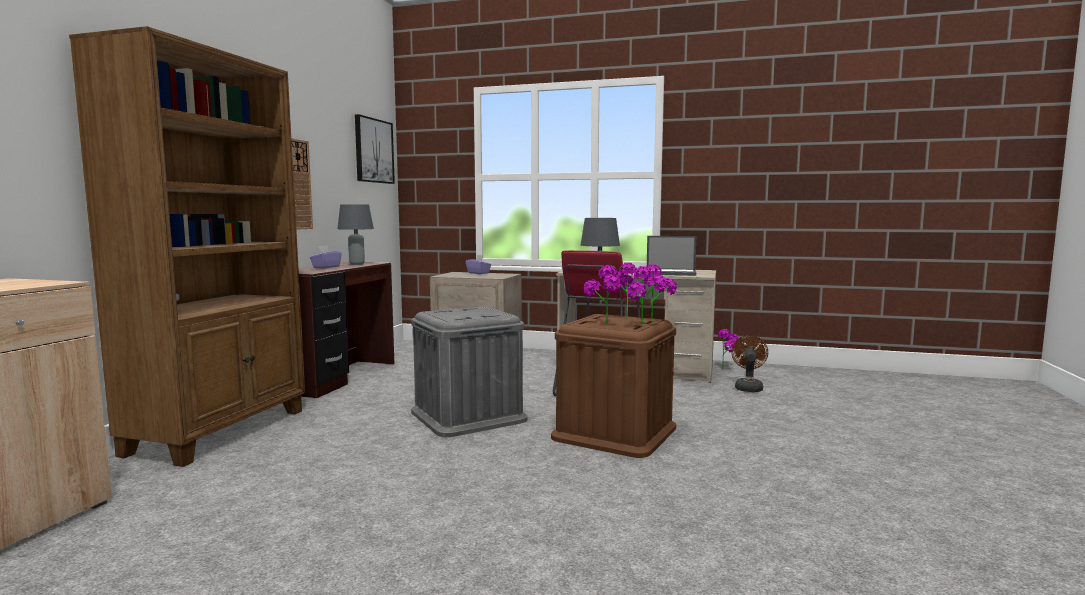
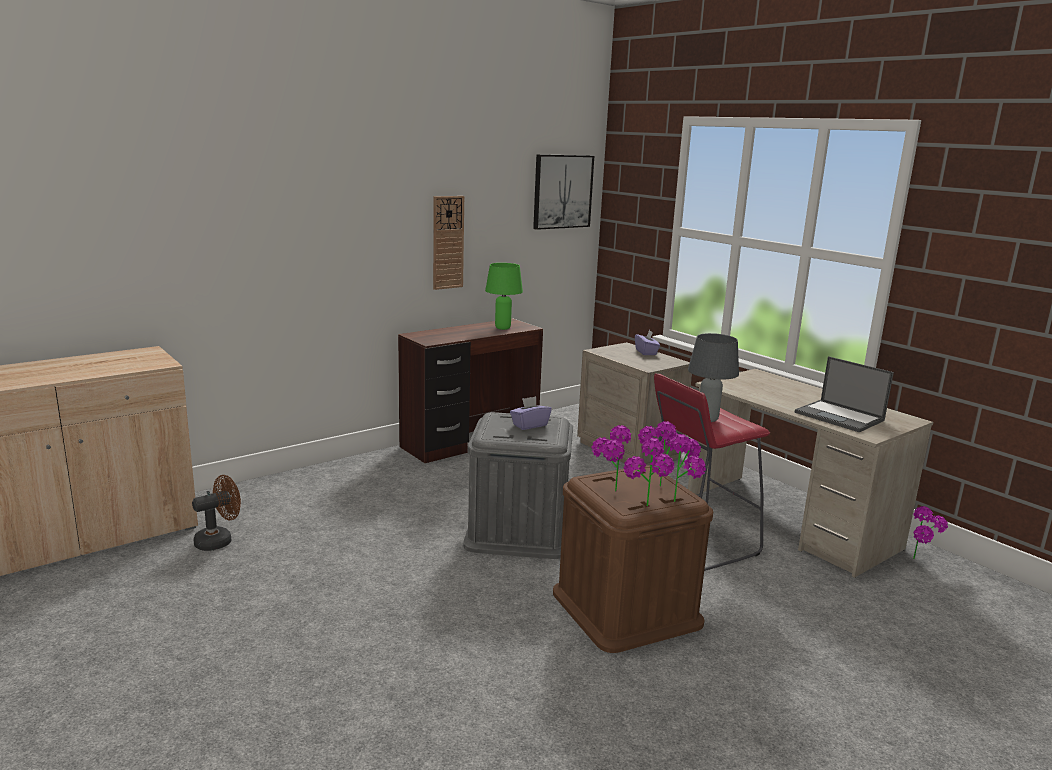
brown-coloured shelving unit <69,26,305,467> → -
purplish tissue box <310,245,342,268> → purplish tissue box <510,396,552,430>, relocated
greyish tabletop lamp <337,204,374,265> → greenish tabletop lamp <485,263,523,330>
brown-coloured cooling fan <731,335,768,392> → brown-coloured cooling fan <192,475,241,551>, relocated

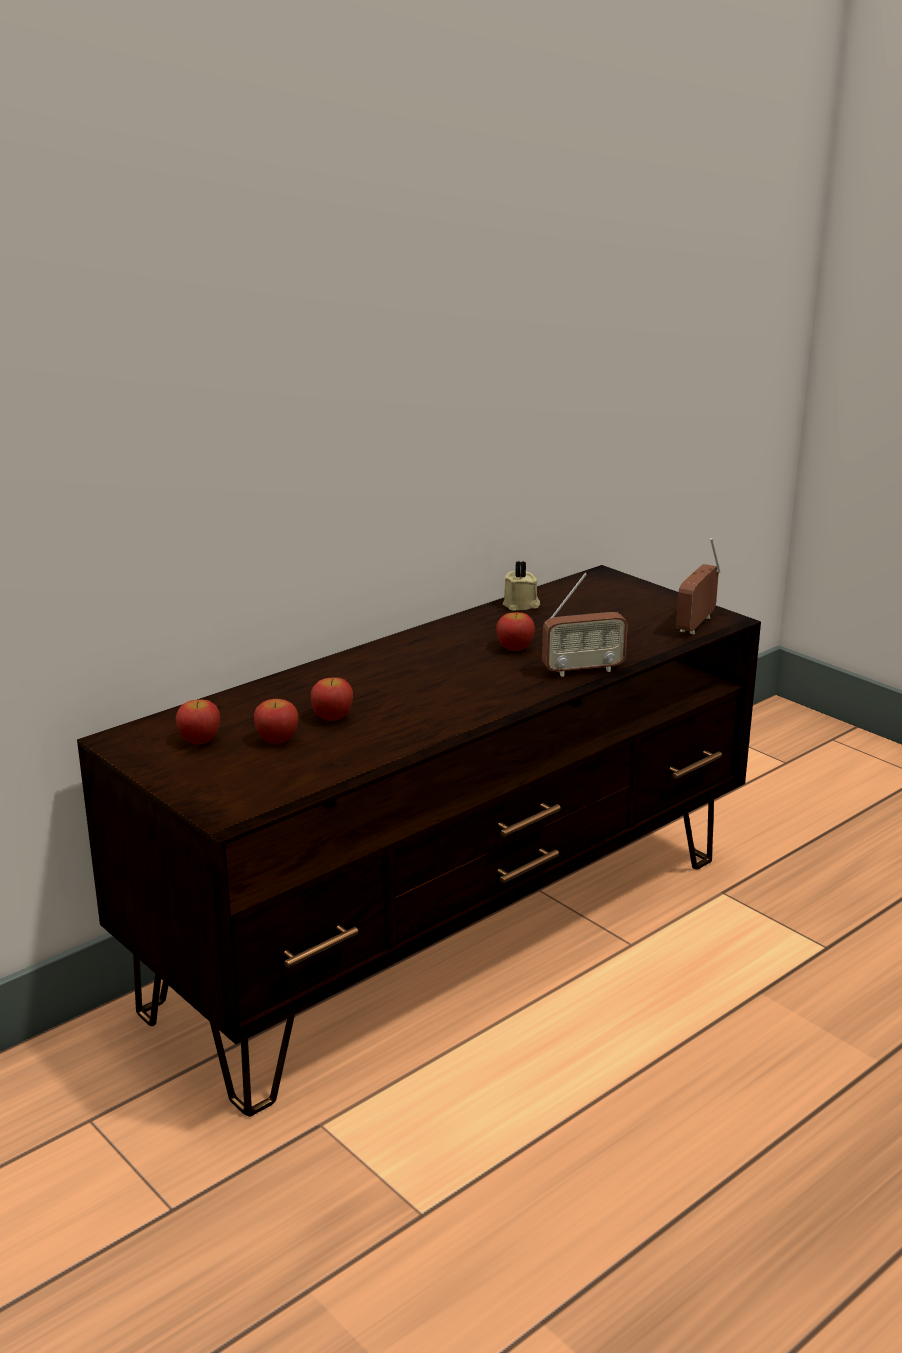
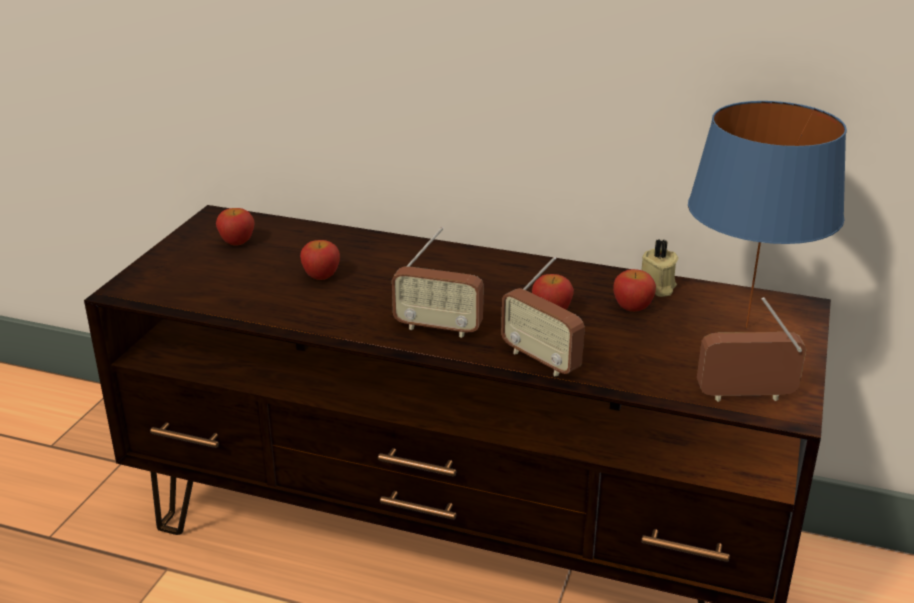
whole apple <254,699,298,744> → whole apple <613,269,656,312>, relocated
- → radio set <392,227,484,338>
- → blue tabletop lamp <688,101,847,328>

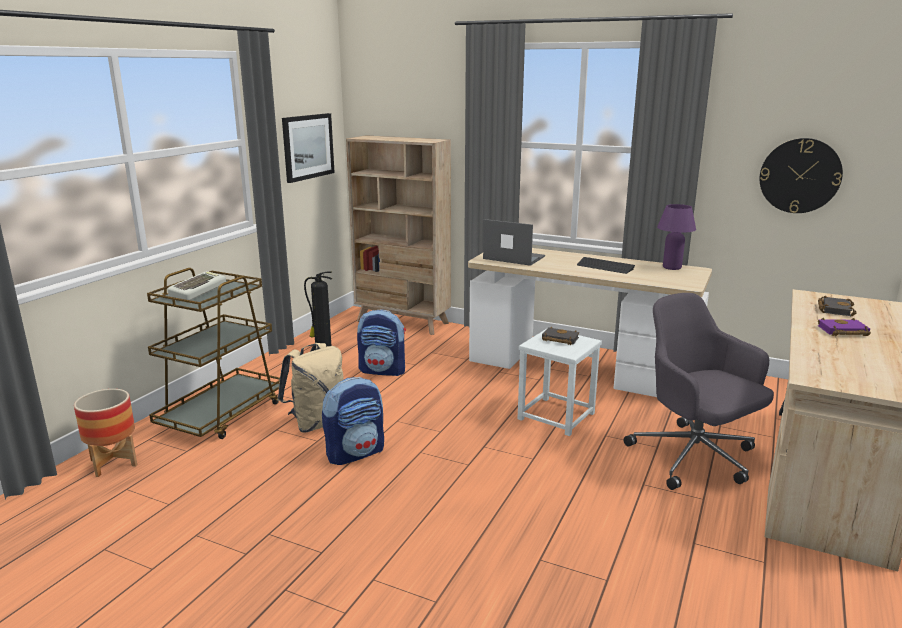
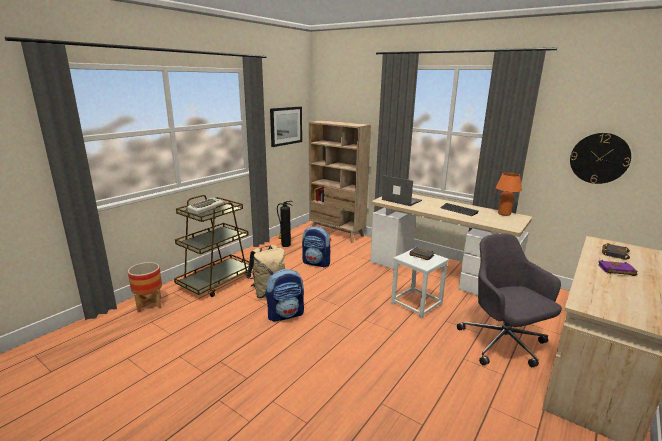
purplish tabletop lamp <657,204,696,270> → orange-coloured tabletop lamp <496,173,522,216>

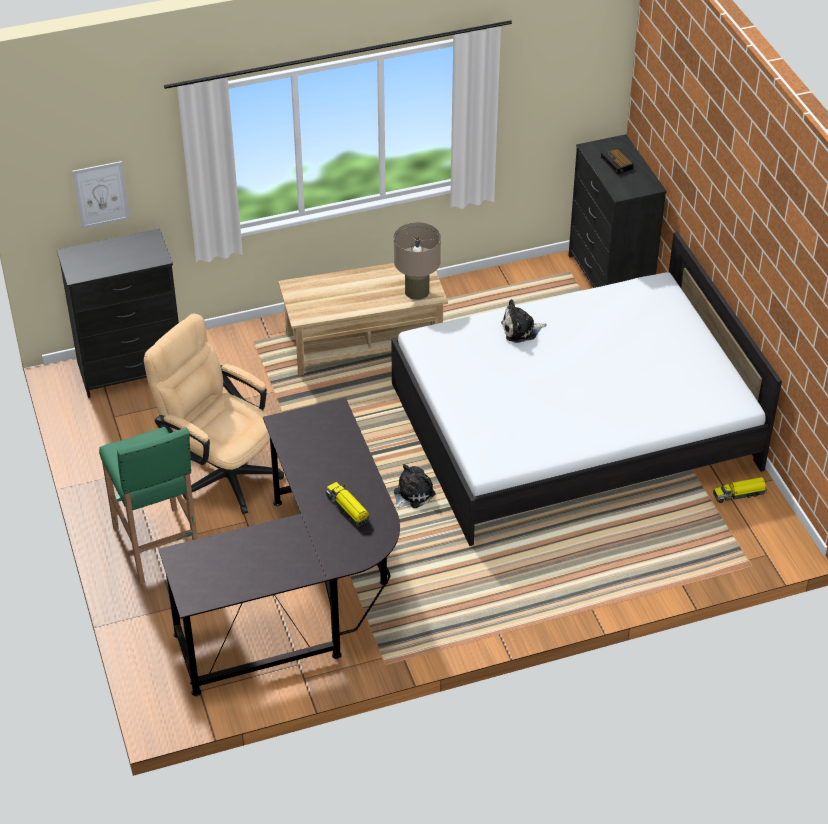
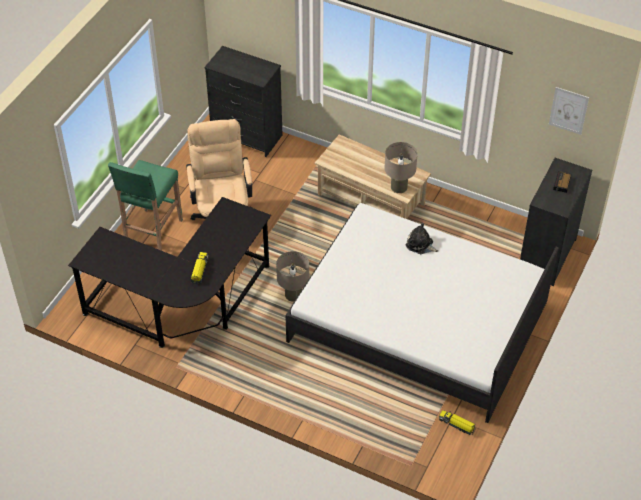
wall art <72,161,130,229> → wall art <549,87,589,135>, relocated
plush toy <394,464,436,510> → sand-coloured tabletop lamp <276,251,309,302>

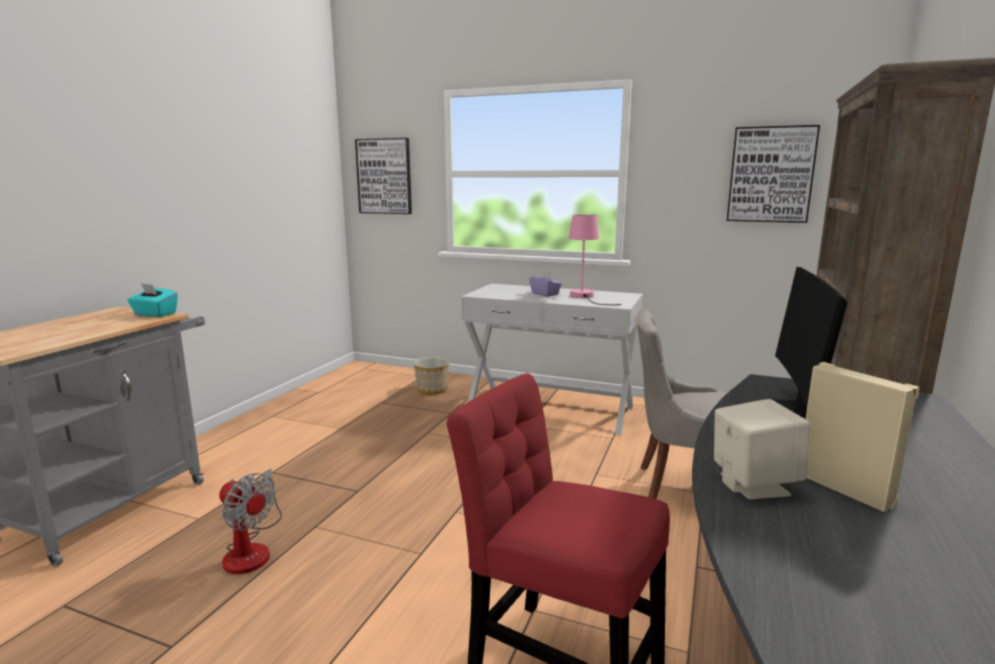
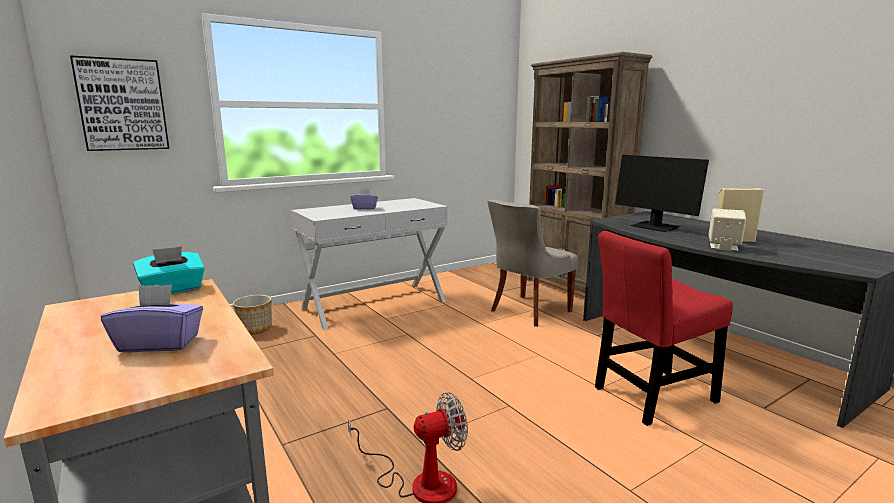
pinkish tabletop lamp <569,215,621,305> → -
wall art <727,125,820,223> → -
- → purplish tissue box <101,284,203,352>

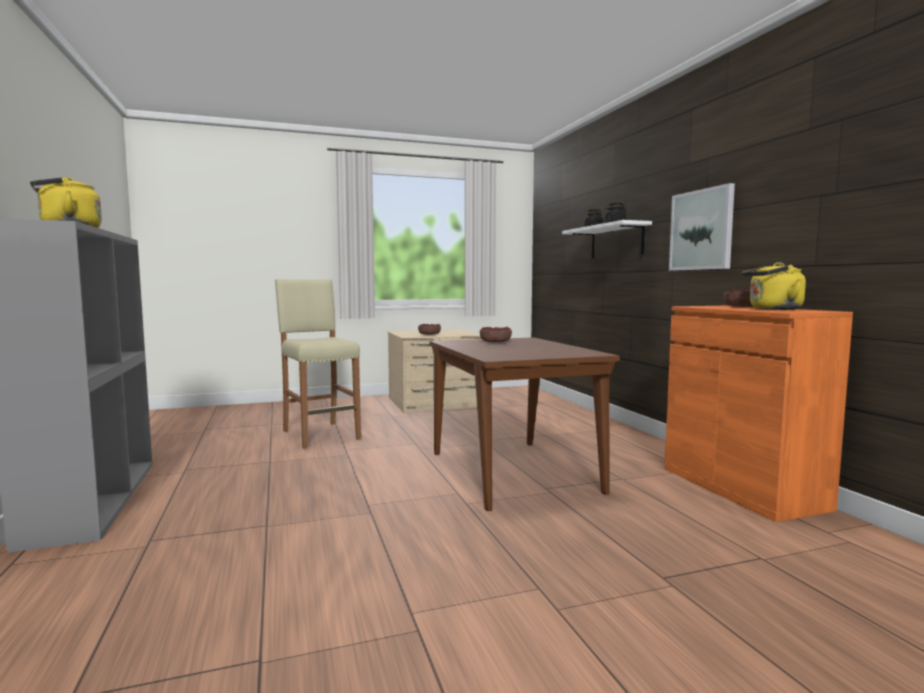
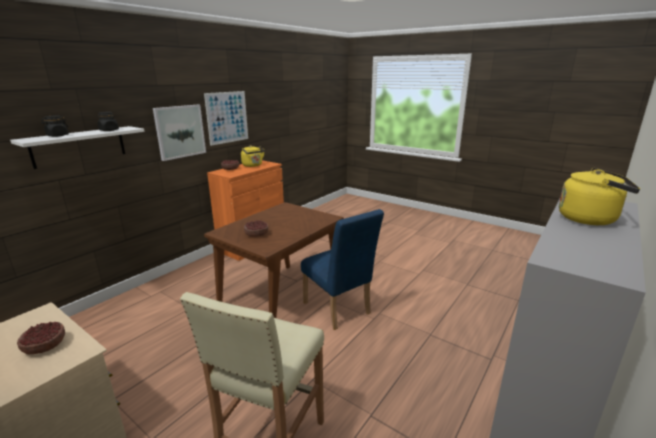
- → wall art <204,91,248,146>
- → blue upright chair <301,209,384,330>

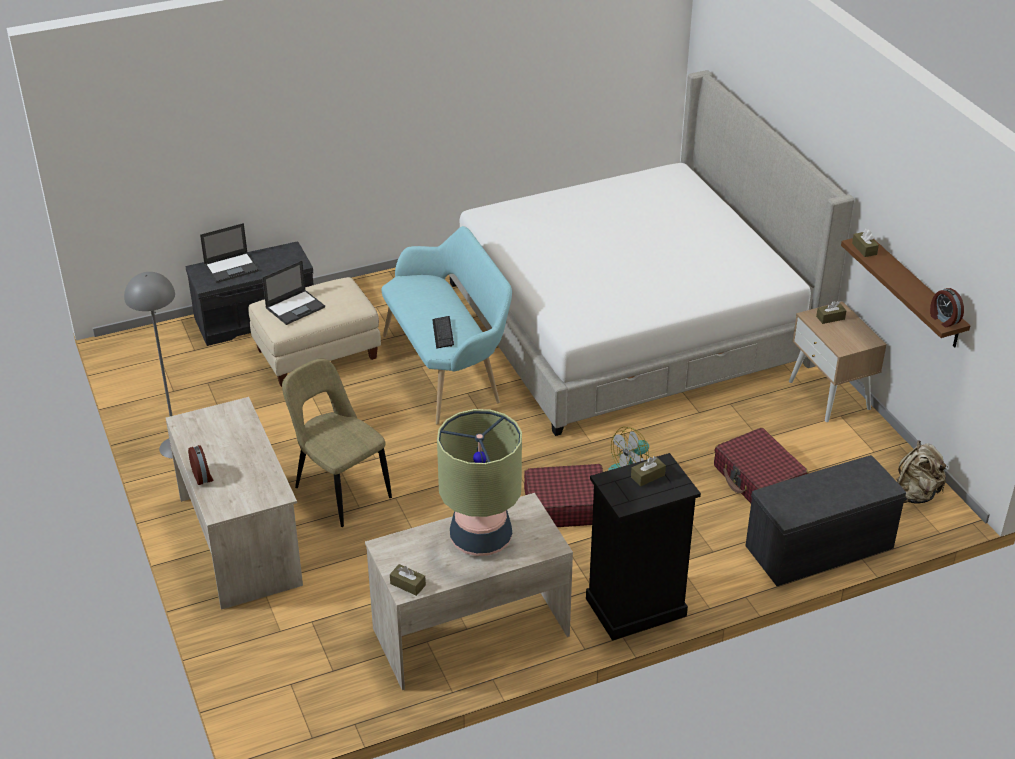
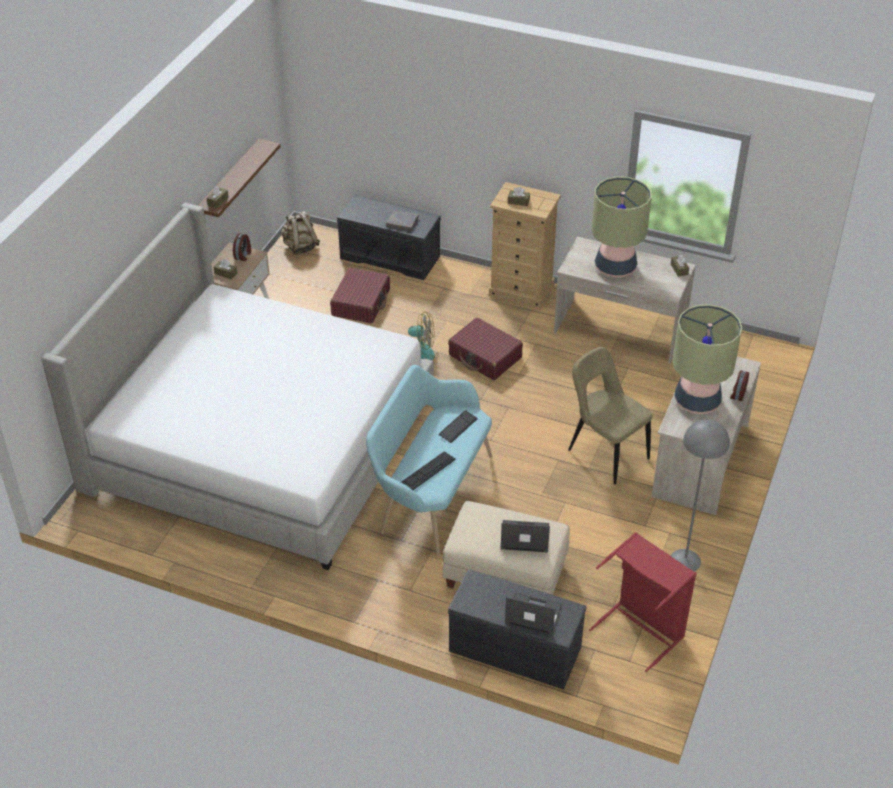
sand-coloured upright chair <282,358,392,527> → sand-coloured upright chair <568,347,652,484>, 135 degrees clockwise
black-coloured drawer chest <586,453,701,641> → sand-coloured drawer chest <489,182,561,309>
alarm clock <930,288,964,327> → alarm clock <233,234,251,261>, relocated
- → greyish book <386,210,419,231>
- → computer keyboard <401,451,456,490>
- → reddish laundry basket <589,532,697,672>
- → tabletop lamp <672,304,742,414>

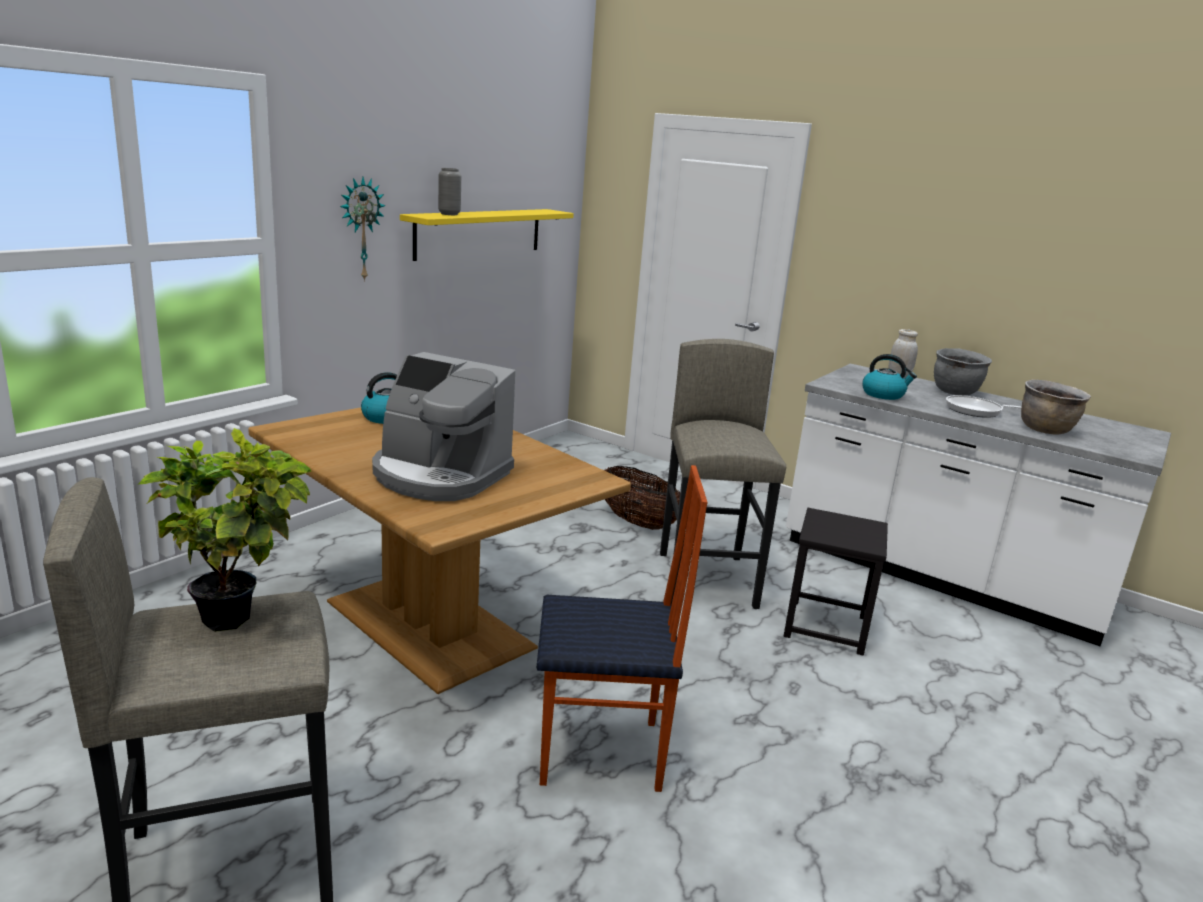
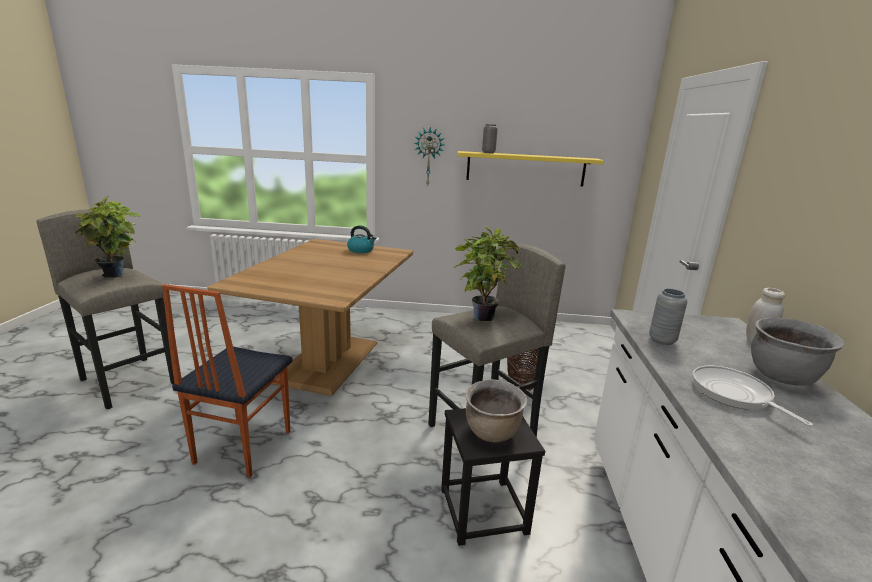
coffee machine <372,352,515,501> → -
upright chair <537,465,708,792> → upright chair <162,284,292,478>, 45 degrees clockwise
tea kettle <862,354,917,400> → greyish decorative vase <649,288,688,345>
brown-coloured cooking pot <1021,379,1091,435> → brown-coloured cooking pot <465,379,527,442>, relocated
- → potted plant <453,226,521,321>

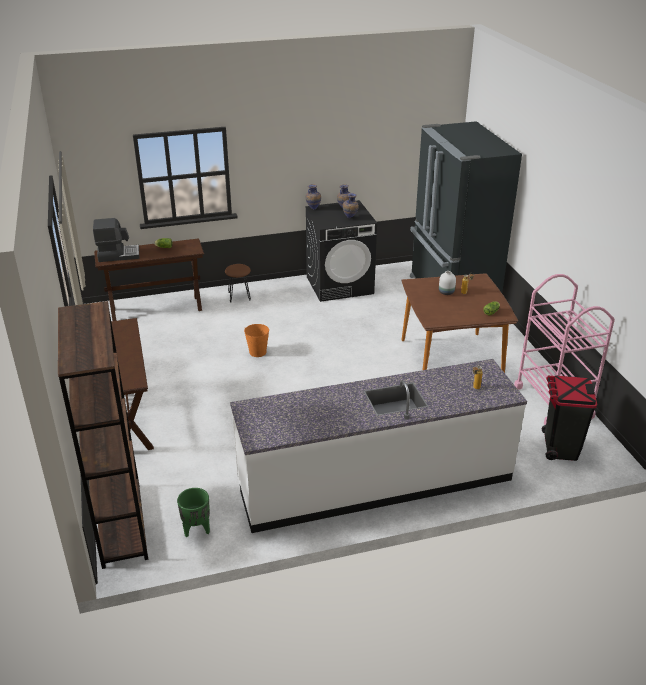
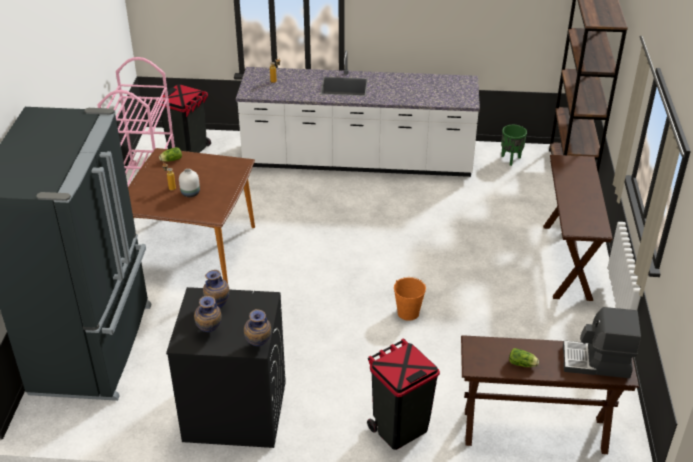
brown-coloured stool seat <225,264,251,302> → black-coloured trash can <367,338,440,450>

